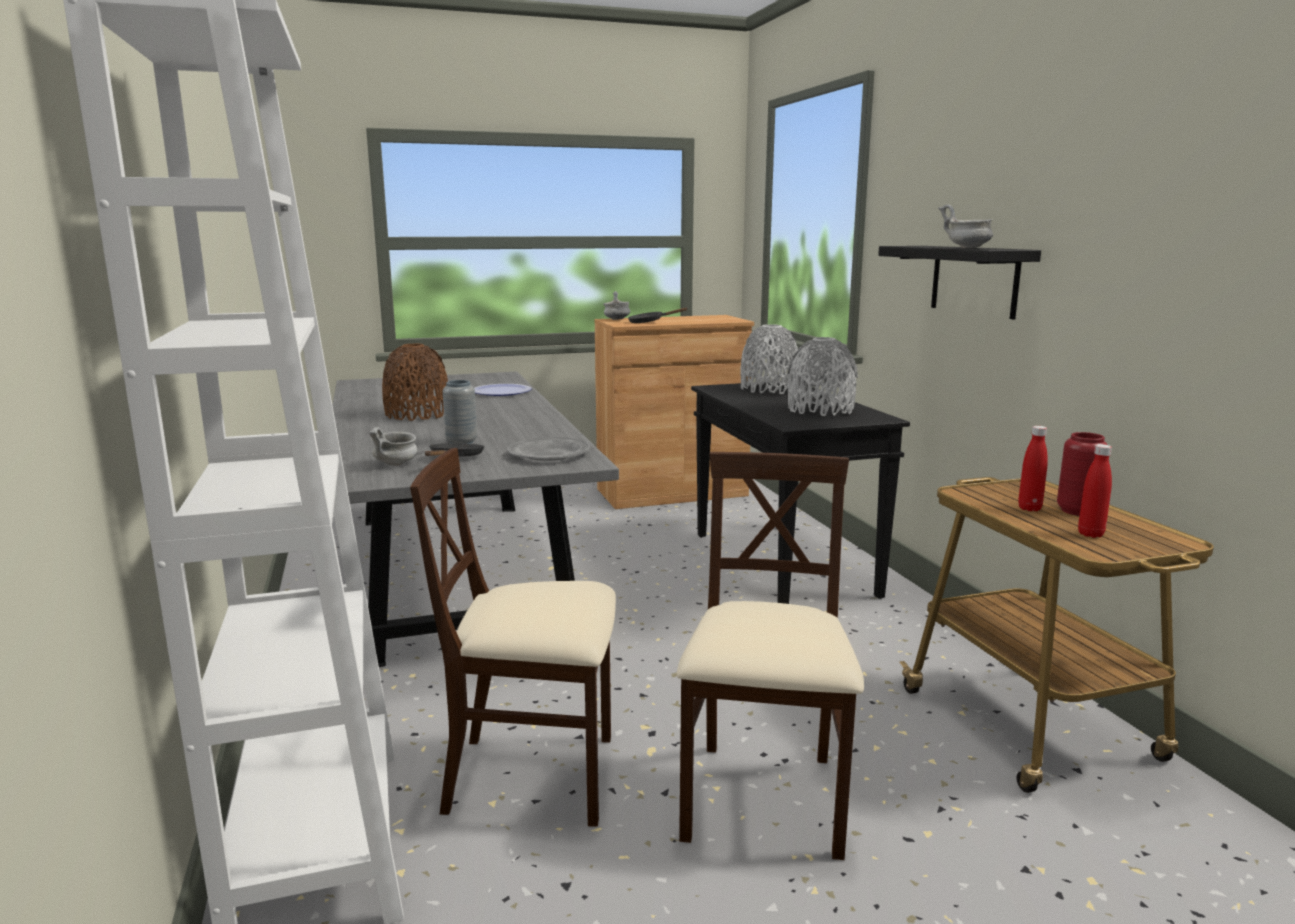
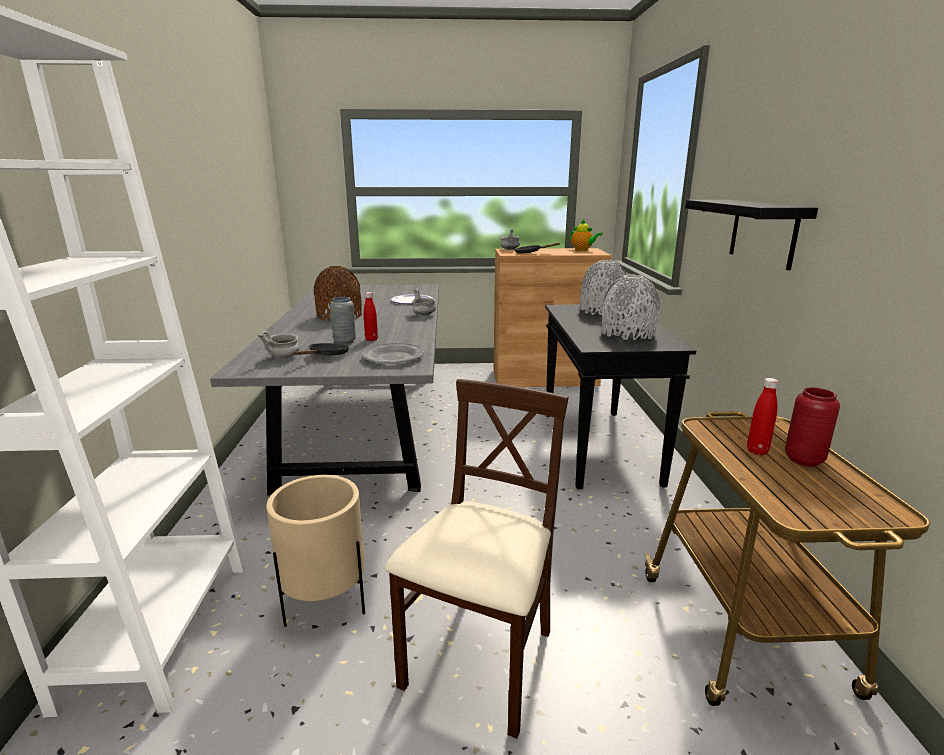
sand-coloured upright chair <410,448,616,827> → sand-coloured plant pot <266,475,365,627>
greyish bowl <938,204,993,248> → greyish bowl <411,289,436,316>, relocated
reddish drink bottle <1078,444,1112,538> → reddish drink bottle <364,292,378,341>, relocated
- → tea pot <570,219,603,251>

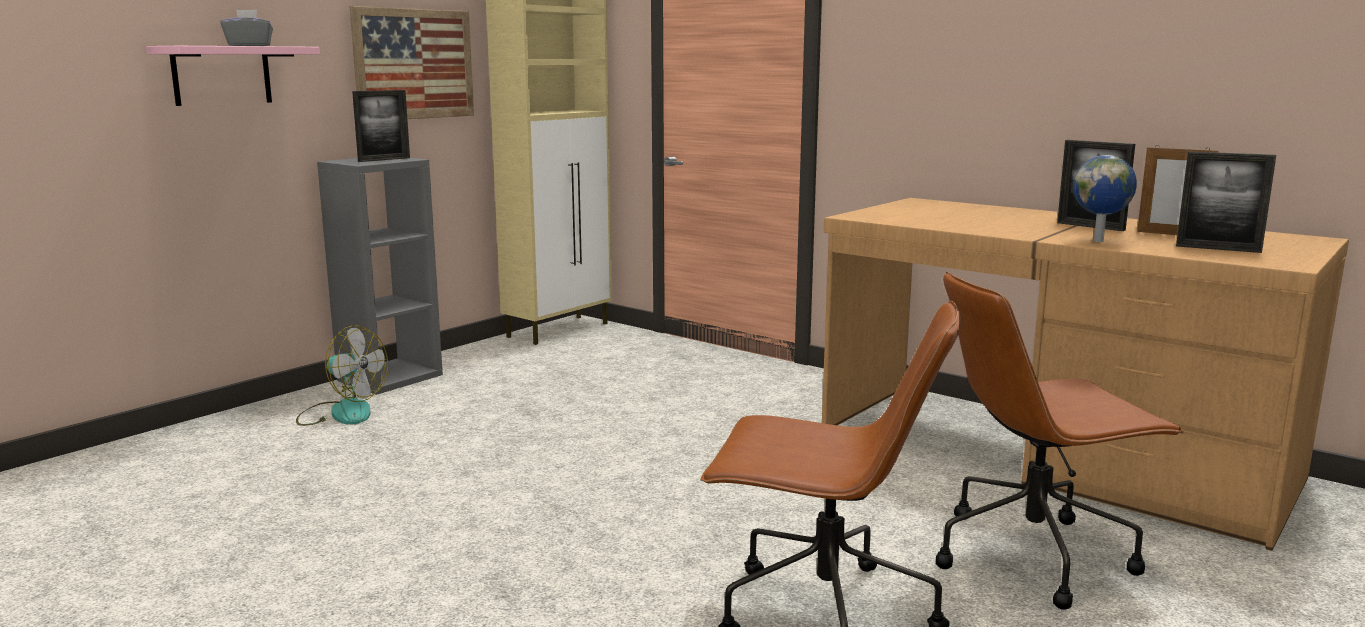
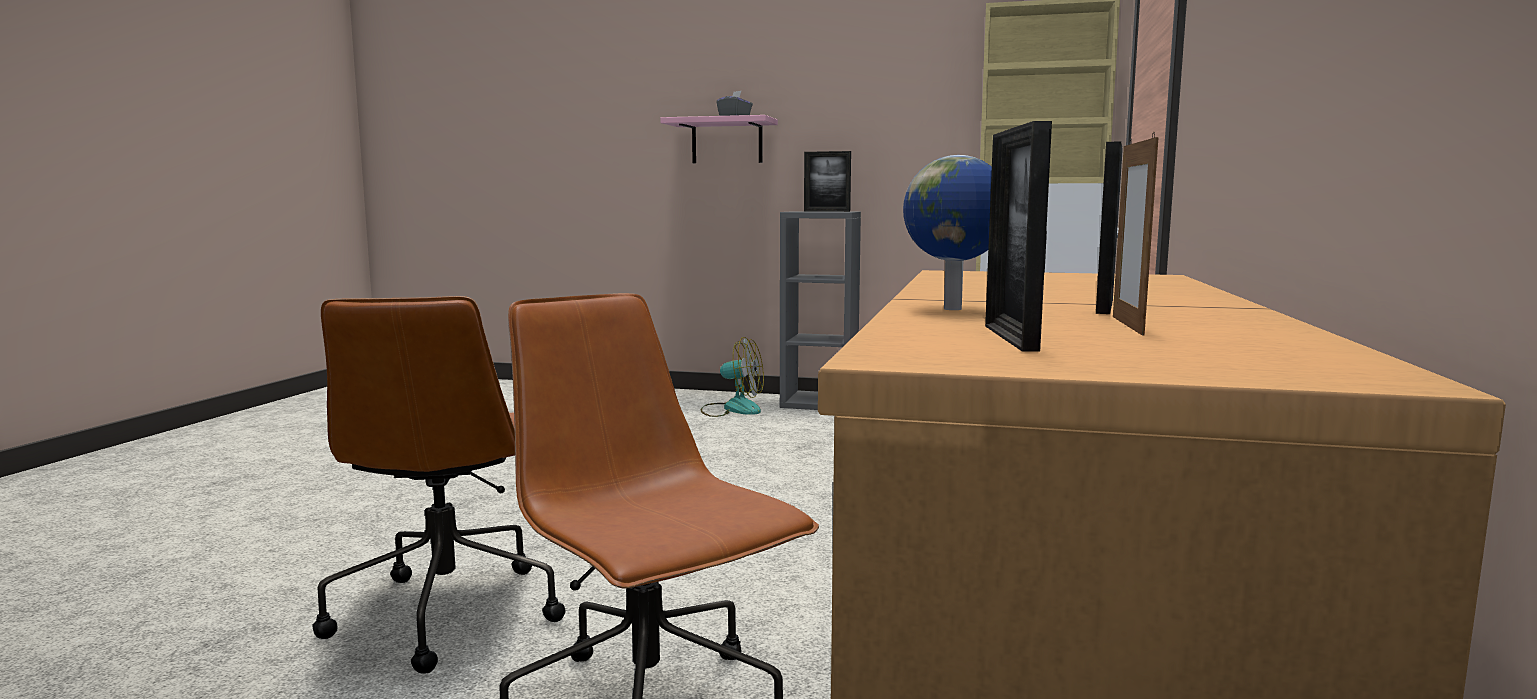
cooling fan <296,325,388,426> → cooling fan <701,337,764,417>, 75 degrees counterclockwise
wall art <349,6,474,119> → -

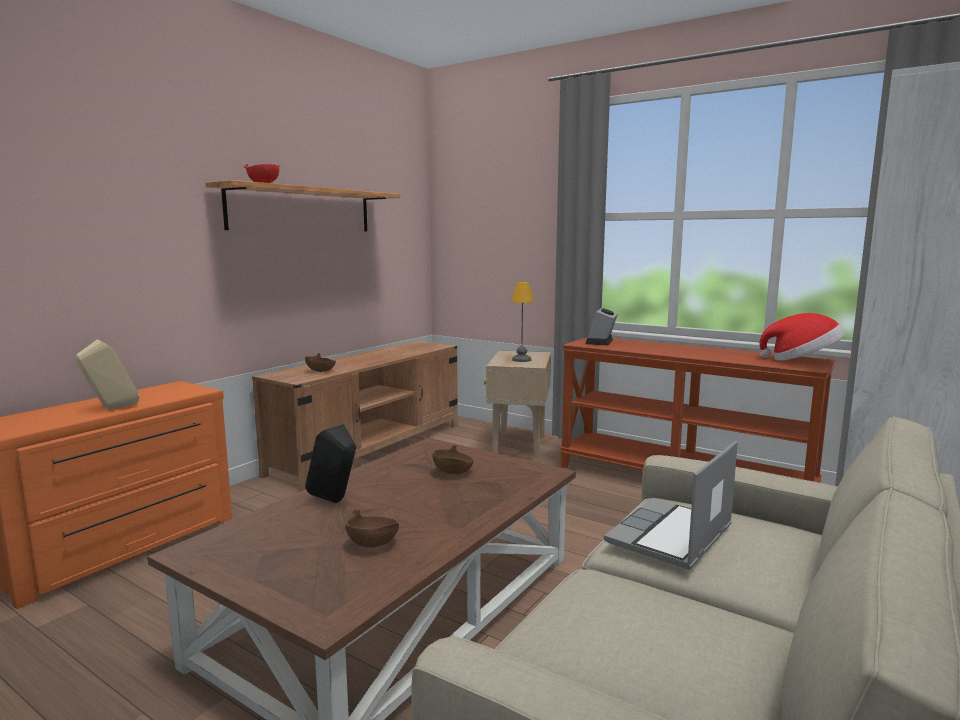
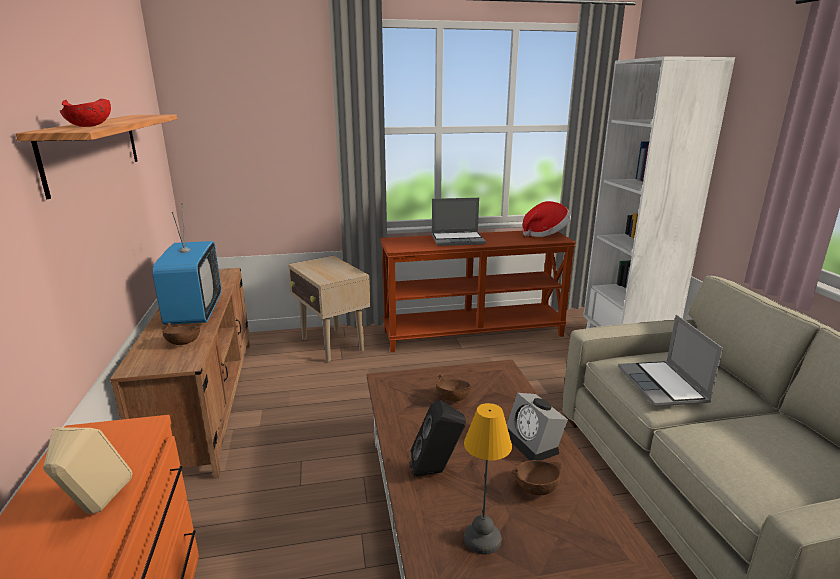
tabletop lamp <511,282,534,362> → tabletop lamp <464,403,512,555>, relocated
alarm clock <585,308,618,345> → alarm clock <507,393,568,461>, relocated
- → TV set <152,204,221,325>
- → notebook computer <432,198,486,246>

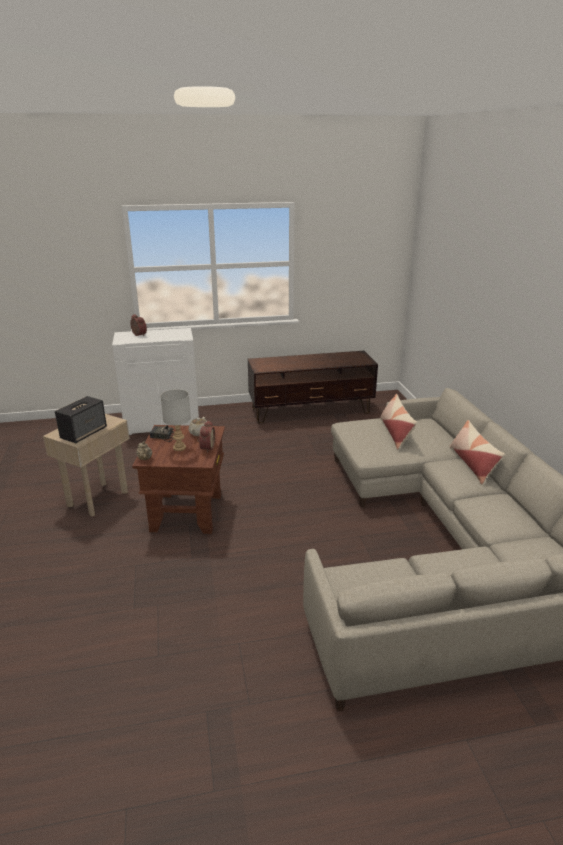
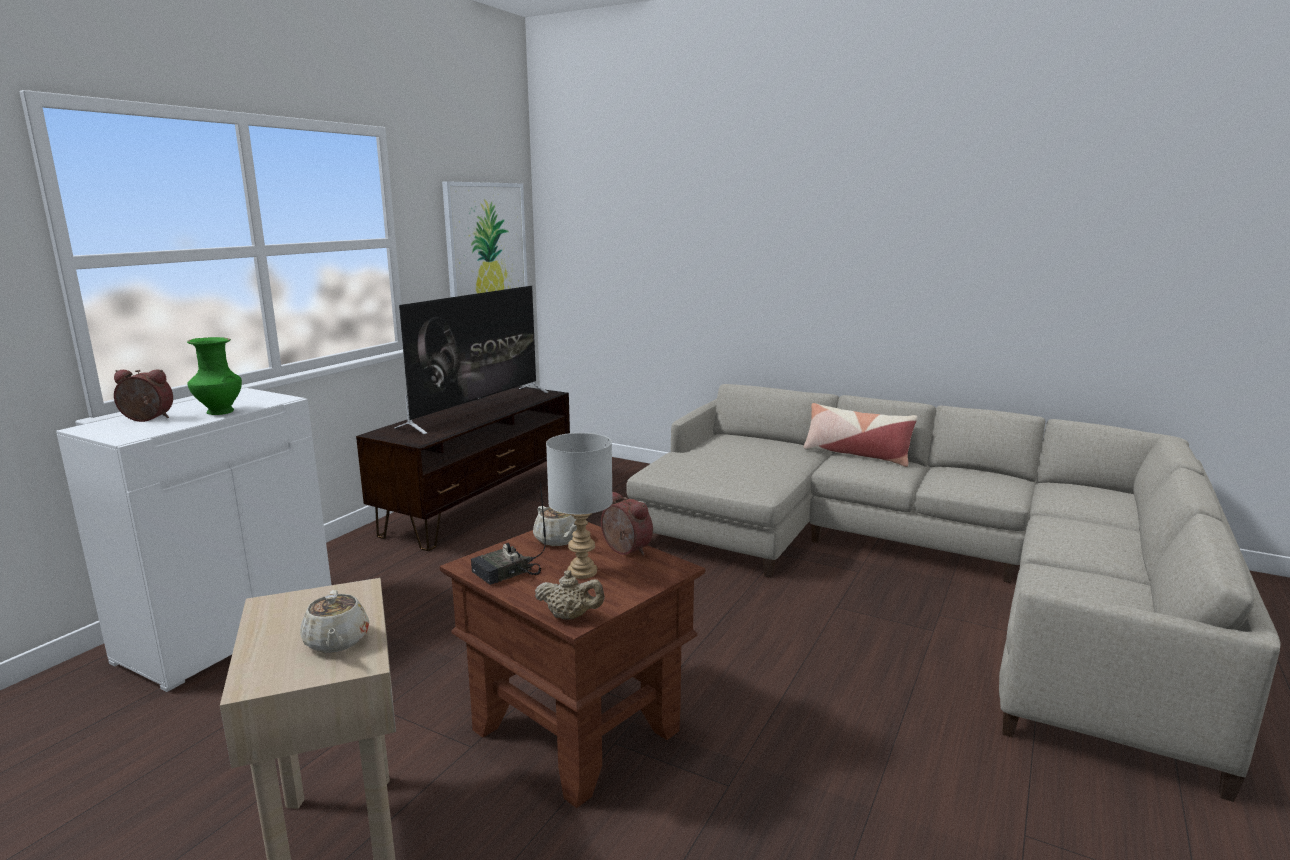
speaker <55,396,107,444> → sand-coloured tea pot <300,590,369,653>
pillow <380,394,417,450> → -
- → greenish decorative vase <187,337,242,415>
- → TV set <394,286,548,434>
- → wall art <442,181,528,297>

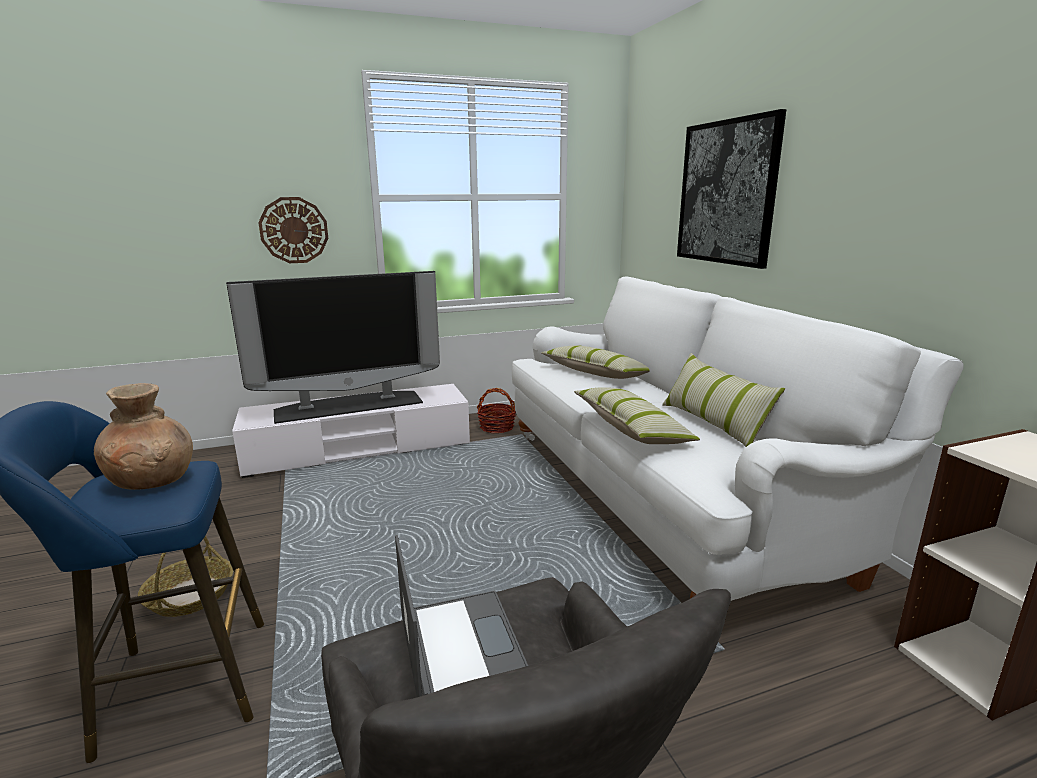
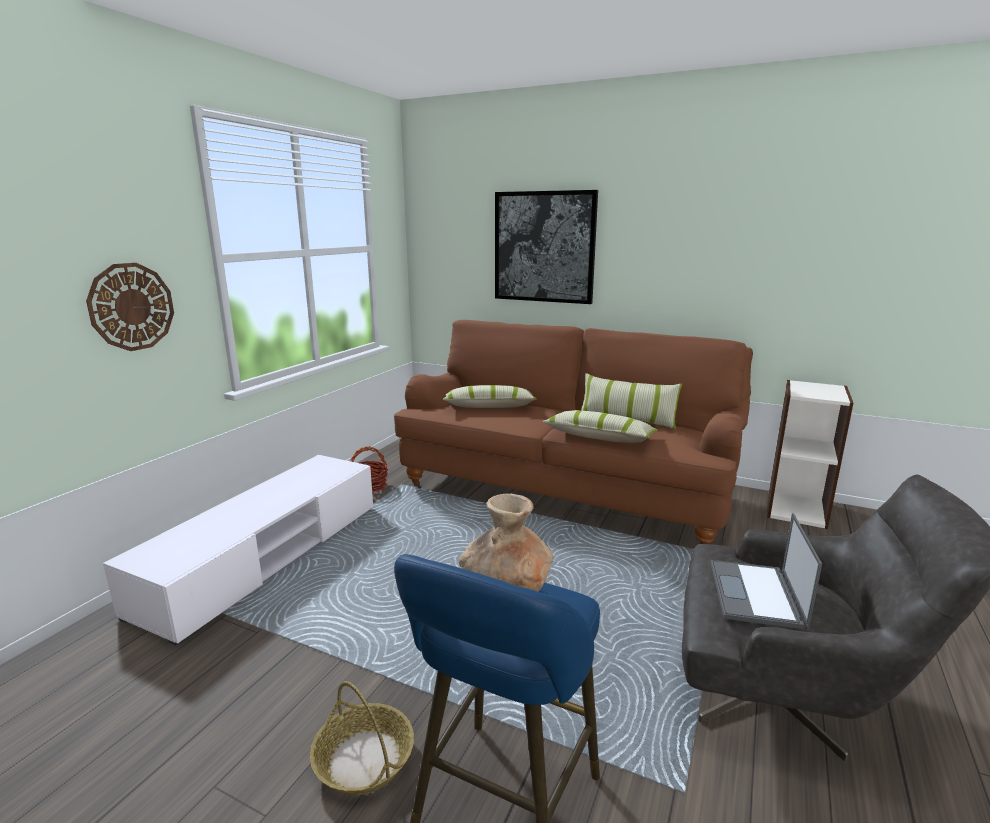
TV set <226,271,440,424> → -
notebook computer <395,535,528,697> → notebook computer <711,513,822,630>, 105 degrees counterclockwise
whitish settee <512,277,964,601> → brown-coloured settee <394,320,753,544>

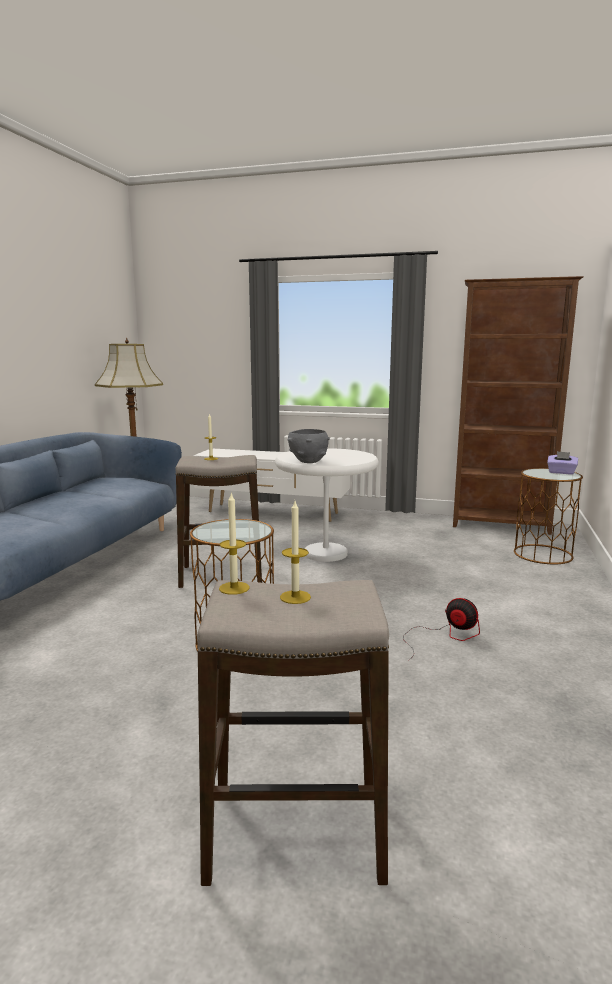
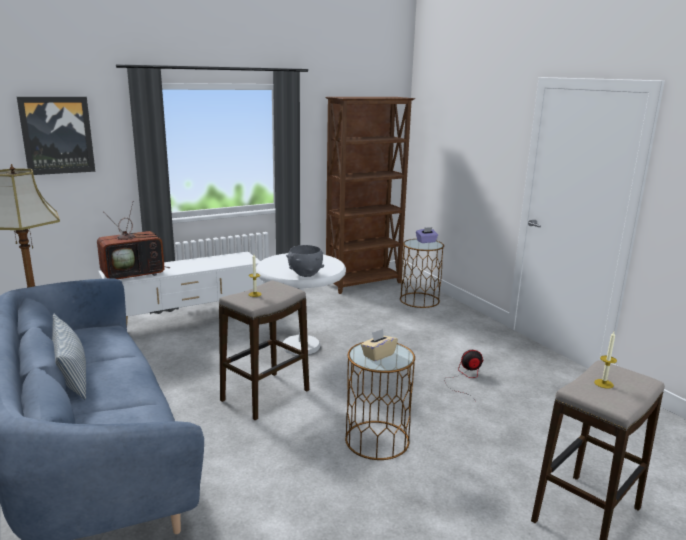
candle <219,493,249,595> → -
- → wall art <17,97,95,175>
- → pillow <52,314,86,400>
- → TV set <97,203,170,279>
- → sand-coloured tissue box <361,329,398,361>

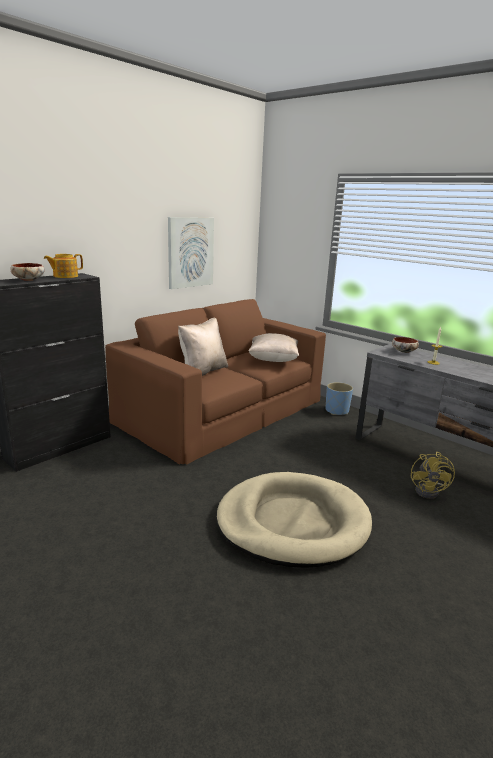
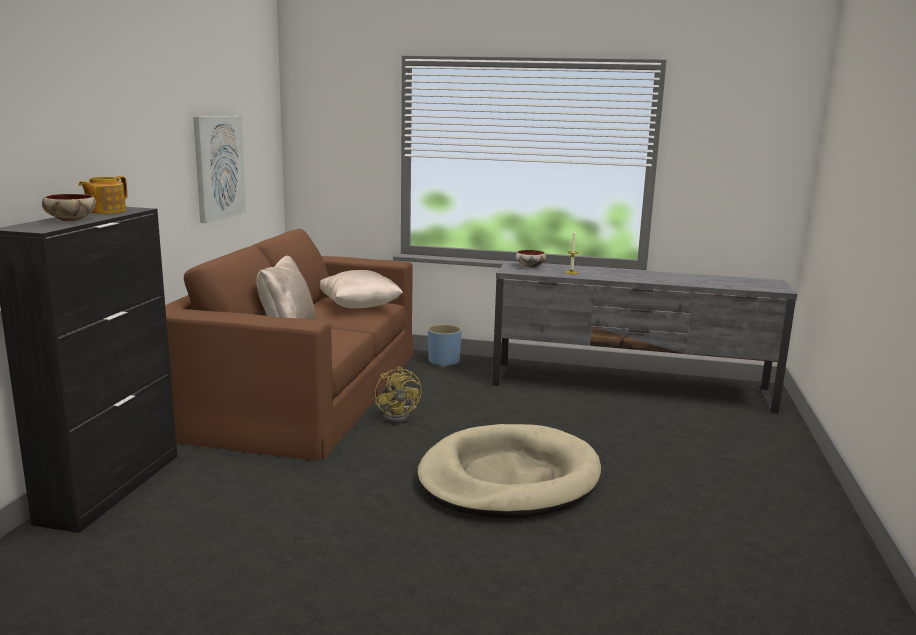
yellowish cooling fan <411,452,455,499> → yellowish cooling fan <375,366,422,424>, relocated

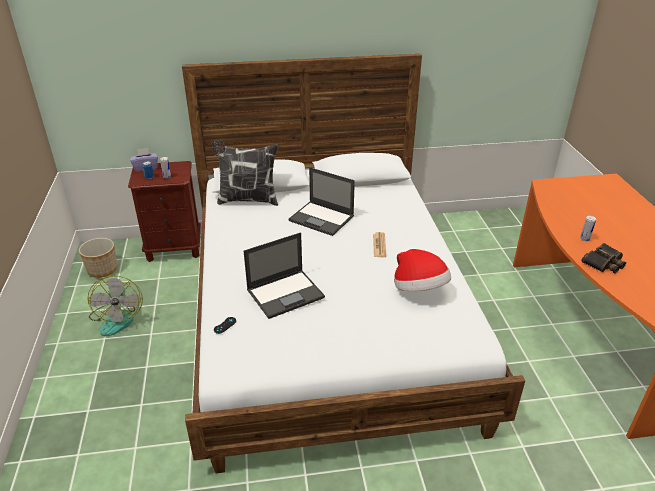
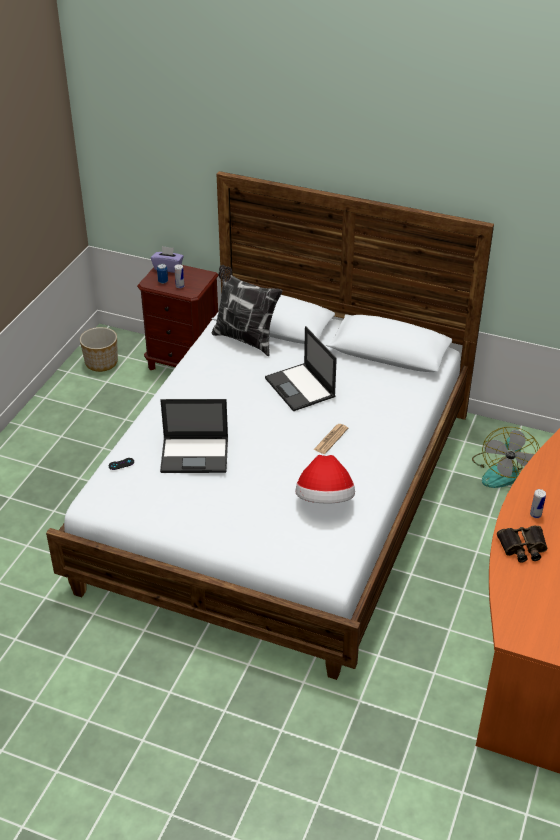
cooling fan <88,276,143,336> → cooling fan <472,427,540,488>, relocated

